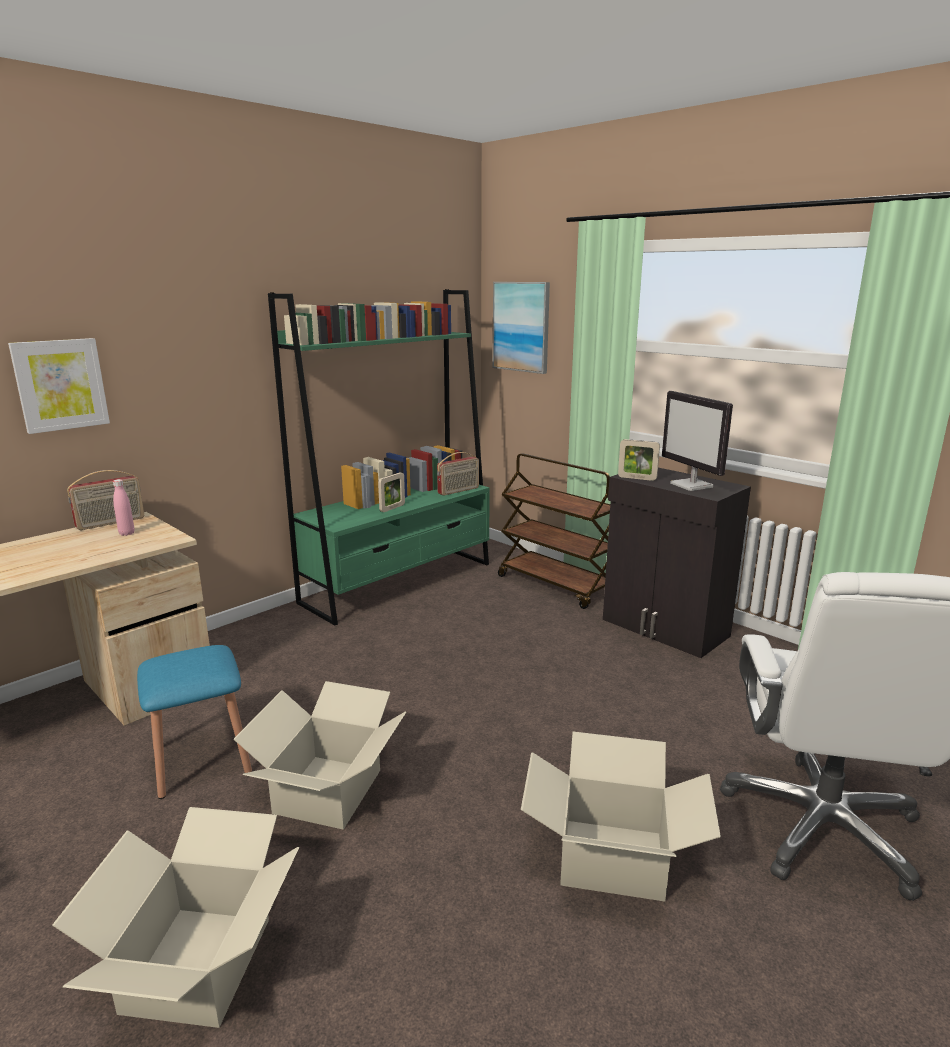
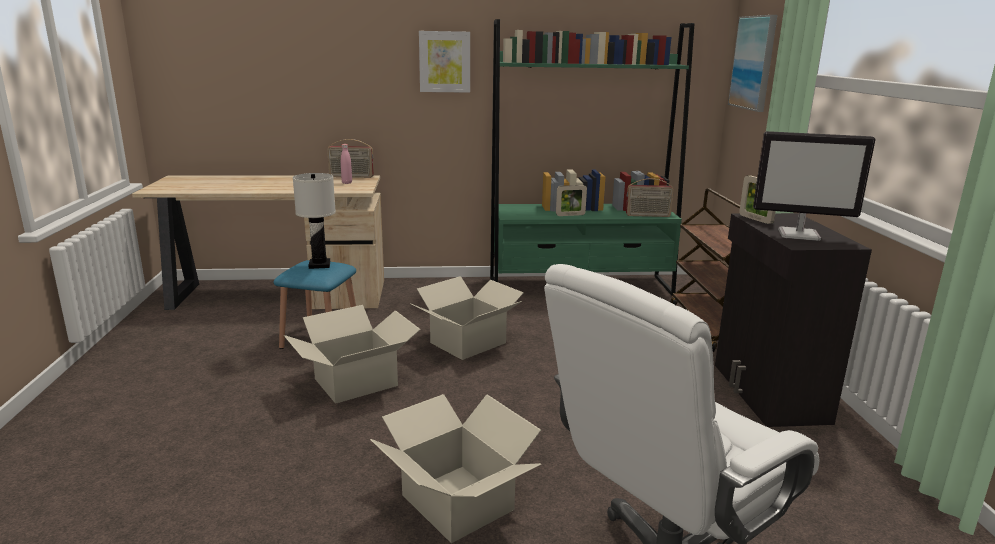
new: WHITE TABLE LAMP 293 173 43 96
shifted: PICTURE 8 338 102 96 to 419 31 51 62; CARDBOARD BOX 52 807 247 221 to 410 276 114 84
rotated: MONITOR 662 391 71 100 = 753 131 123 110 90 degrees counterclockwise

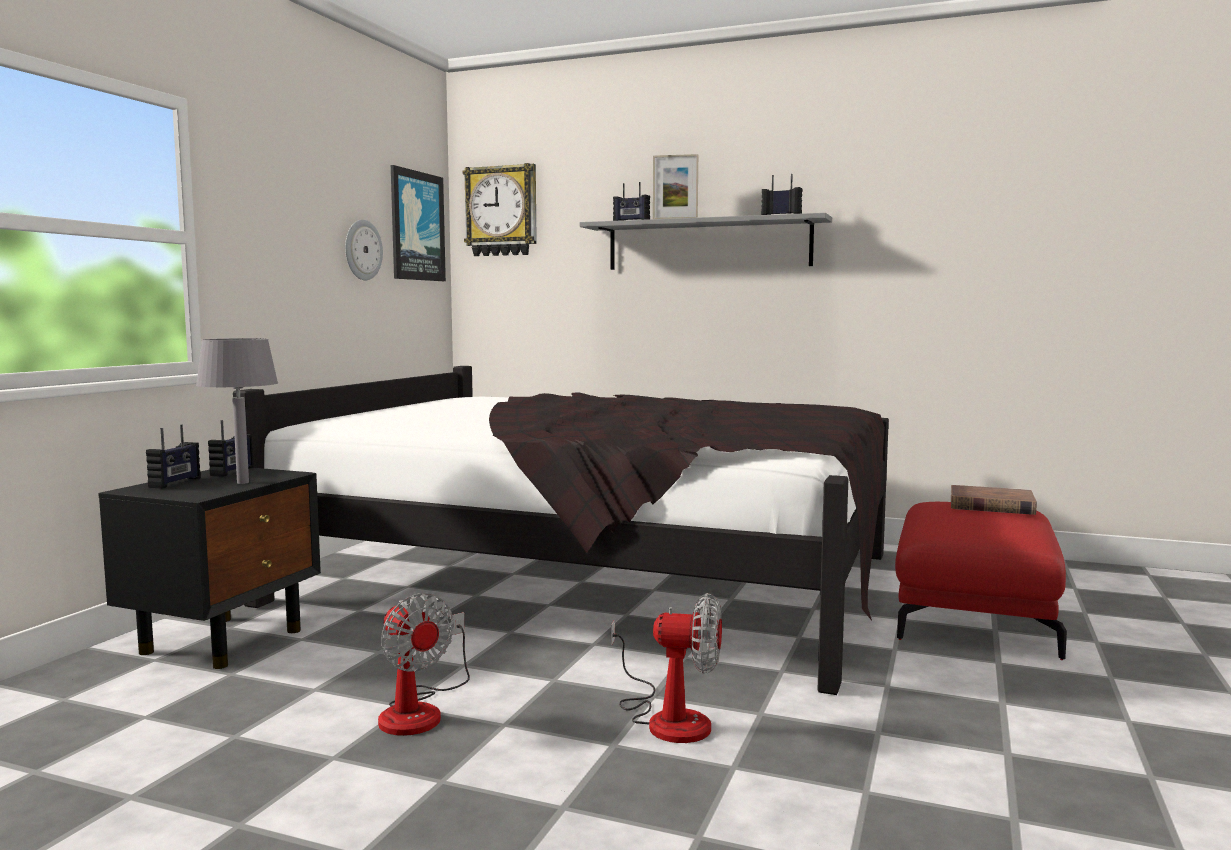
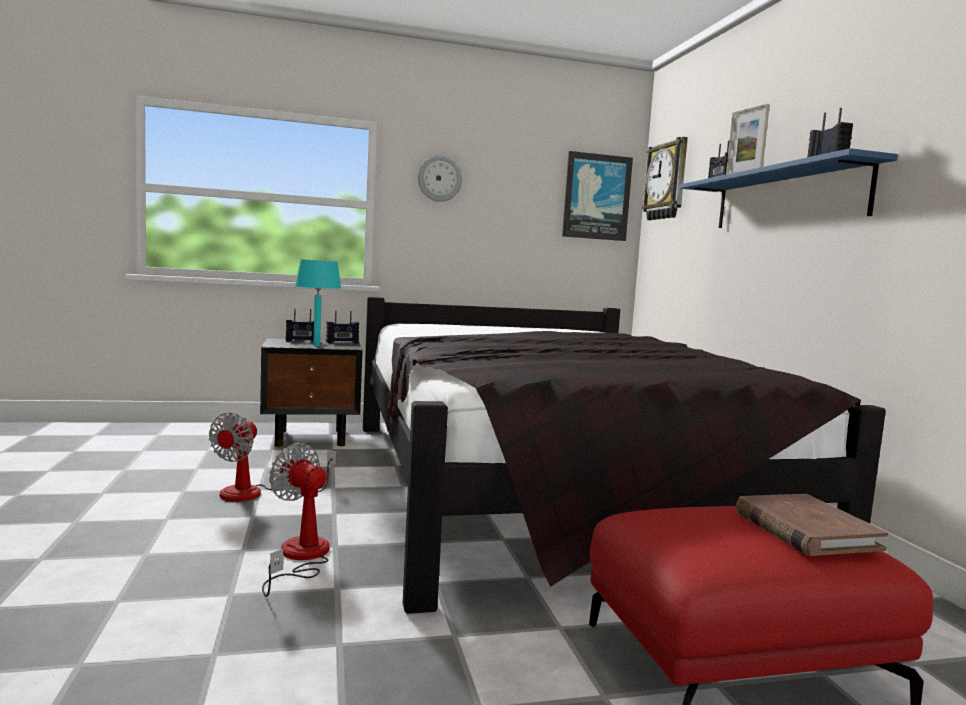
shifted: WALL CLOCK 345 220 38 60 to 418 156 44 46
repainted: GREY SHELF 580 213 252 57 to BLUE SHELF 680 148 218 80; GREY TABLE LAMP 196 338 82 146 to TURQUOISE TABLE LAMP 295 259 46 87
rotated: FAN 611 593 111 150 = 262 443 68 154 150 degrees clockwise

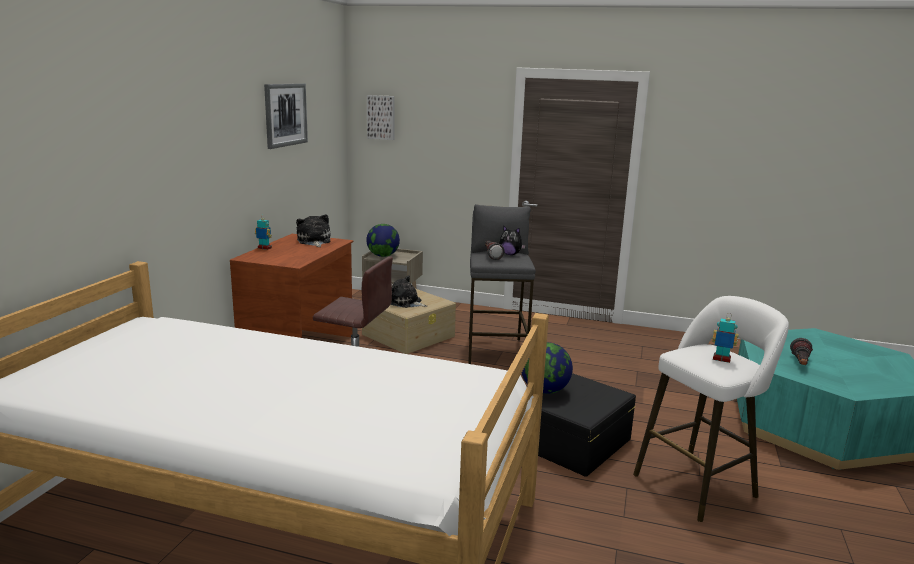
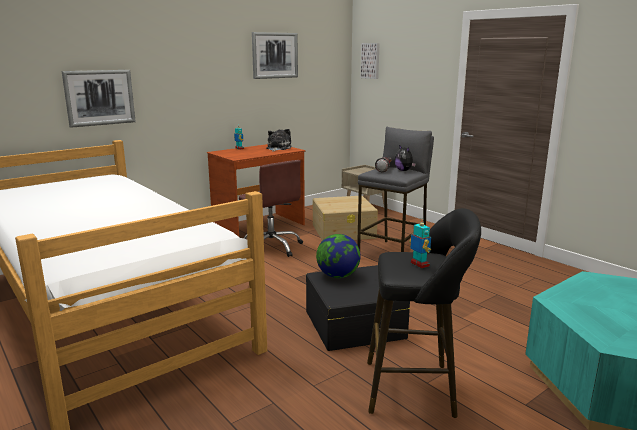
gone: GLOBE 366 224 34 33; PLUSH TOY 390 275 37 33; FLASHLIGHT 790 338 23 27
new: PICTURE 62 70 74 58
repainted: WHITE STOOL 633 296 156 226 to BLACK STOOL 367 208 114 210

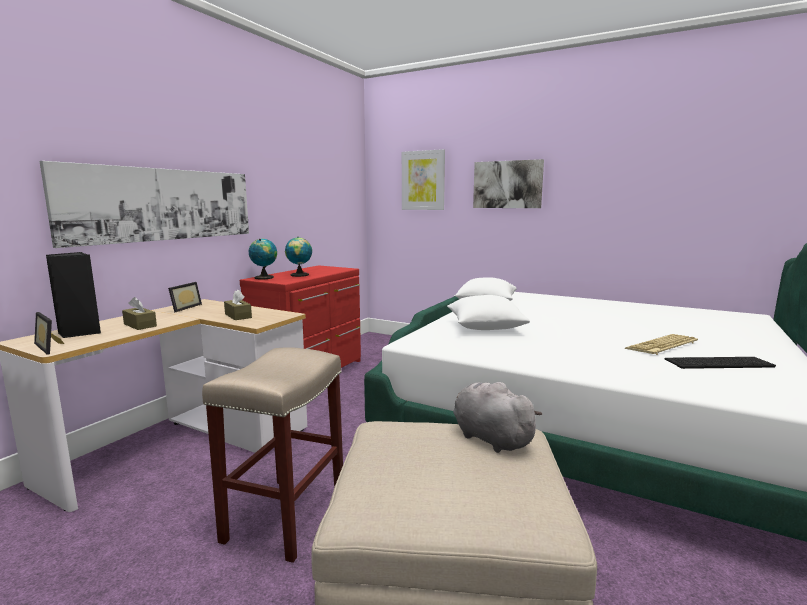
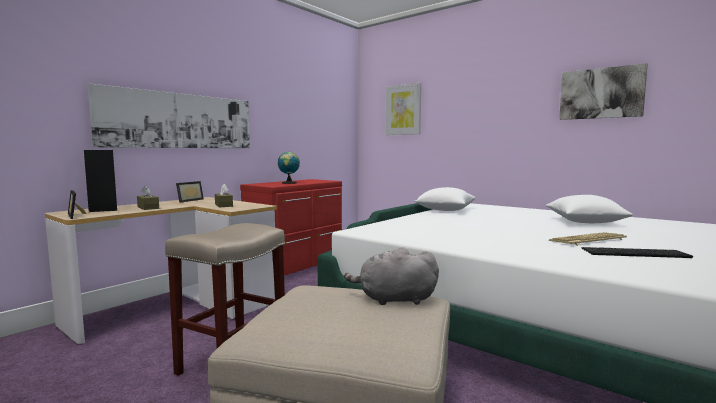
gone: GLOBE 249 239 28 41
shifted: PICTURE 473 159 71 49 to 559 63 89 57; WHITE PILLOW 447 295 83 35 to 546 195 87 28
rotated: GREY PLUSH TOY 453 382 89 71 = 344 247 95 58 60 degrees counterclockwise

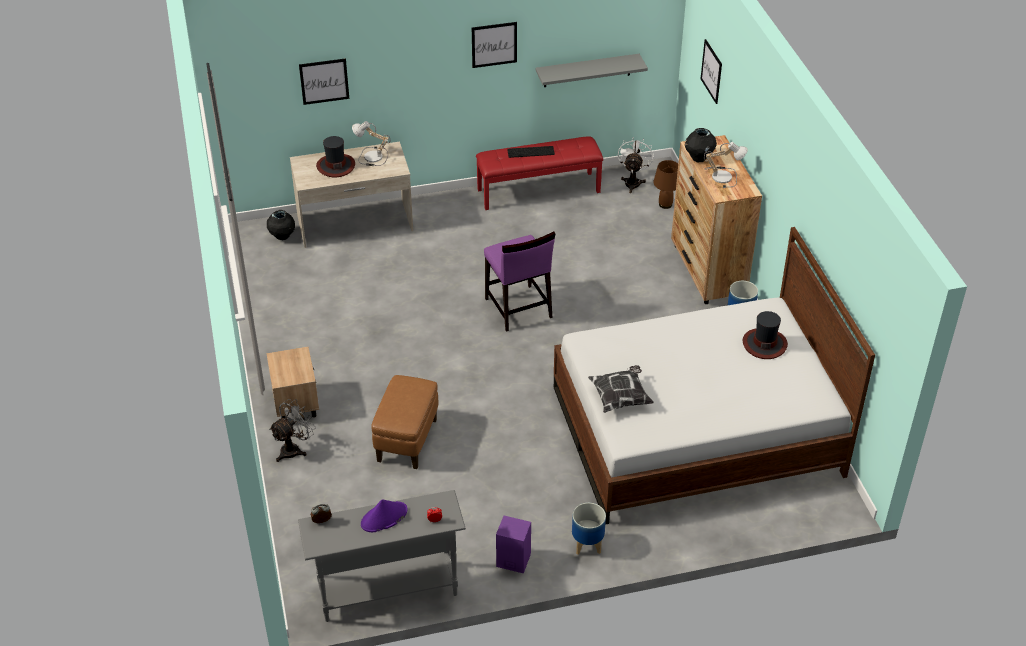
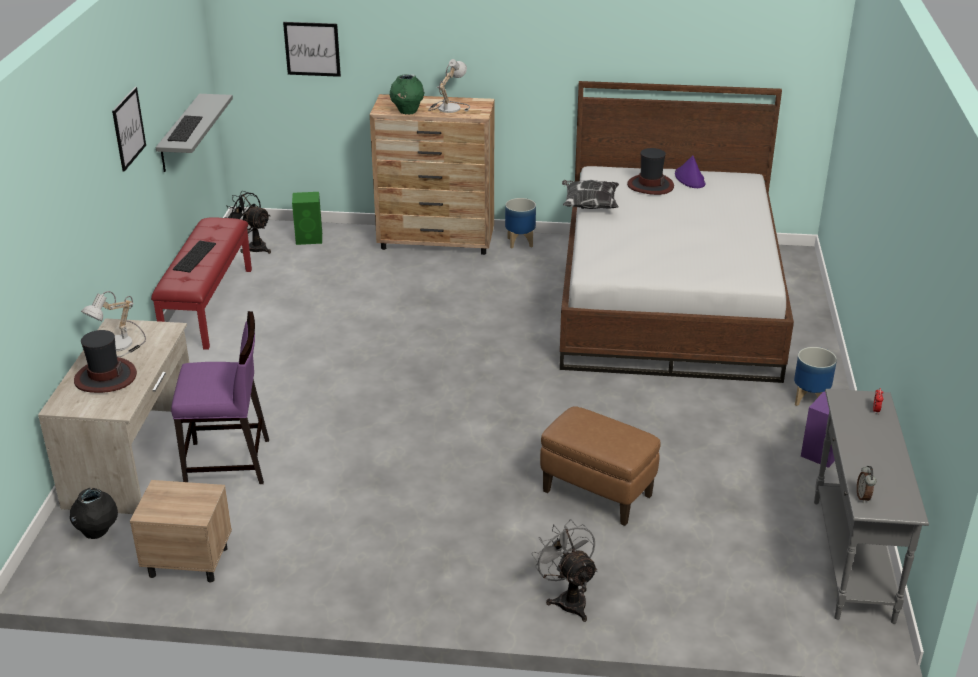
gone: PICTURE 299 58 50 47
new: KEYBOARD 167 116 36 26
shifted: PURPLE CHAIR 484 232 71 100 to 171 311 98 173; BEIGE NIGHTSTAND 266 347 53 71 to 130 480 102 102; PILLOW 588 365 66 48 to 562 180 57 29; PURPLE HAT 361 499 47 33 to 675 156 31 32
swapped: BROWN TABLE LAMP 653 160 25 49 to GREEN SPEAKER 292 192 30 53
repainted: BLACK VASE 685 128 32 34 to GREEN VASE 390 74 34 40; WHITE FAN 618 137 36 56 to BLACK FAN 225 191 46 63

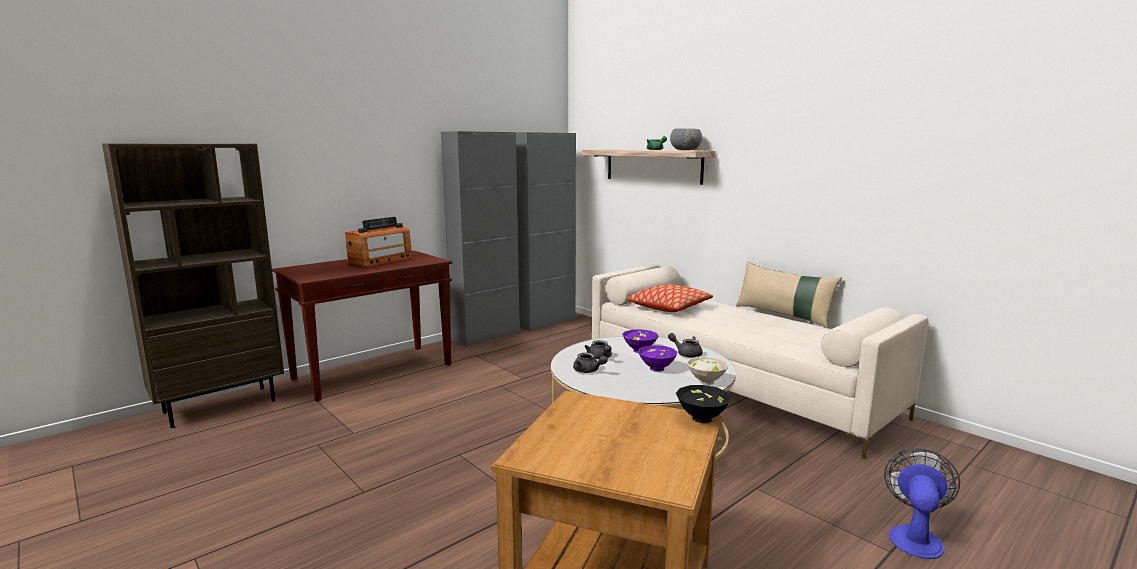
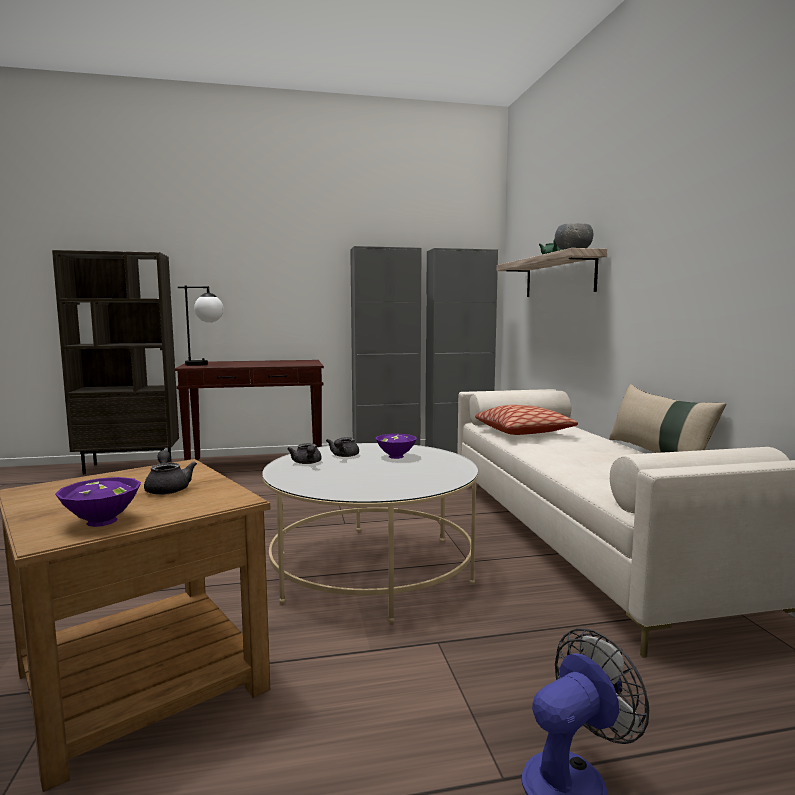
gone: RADIO 345 217 67 51; WHITE BOWL 686 357 43 28; BLACK BOWL 676 385 56 38
new: TABLE LAMP 178 286 46 80
shifted: GREY TEAPOT 668 333 34 25 to 144 450 53 45; PURPLE BOWL 638 345 39 27 to 55 477 86 50

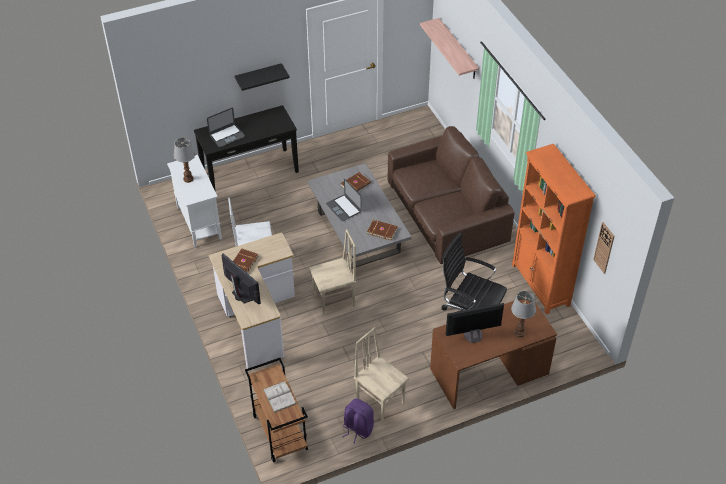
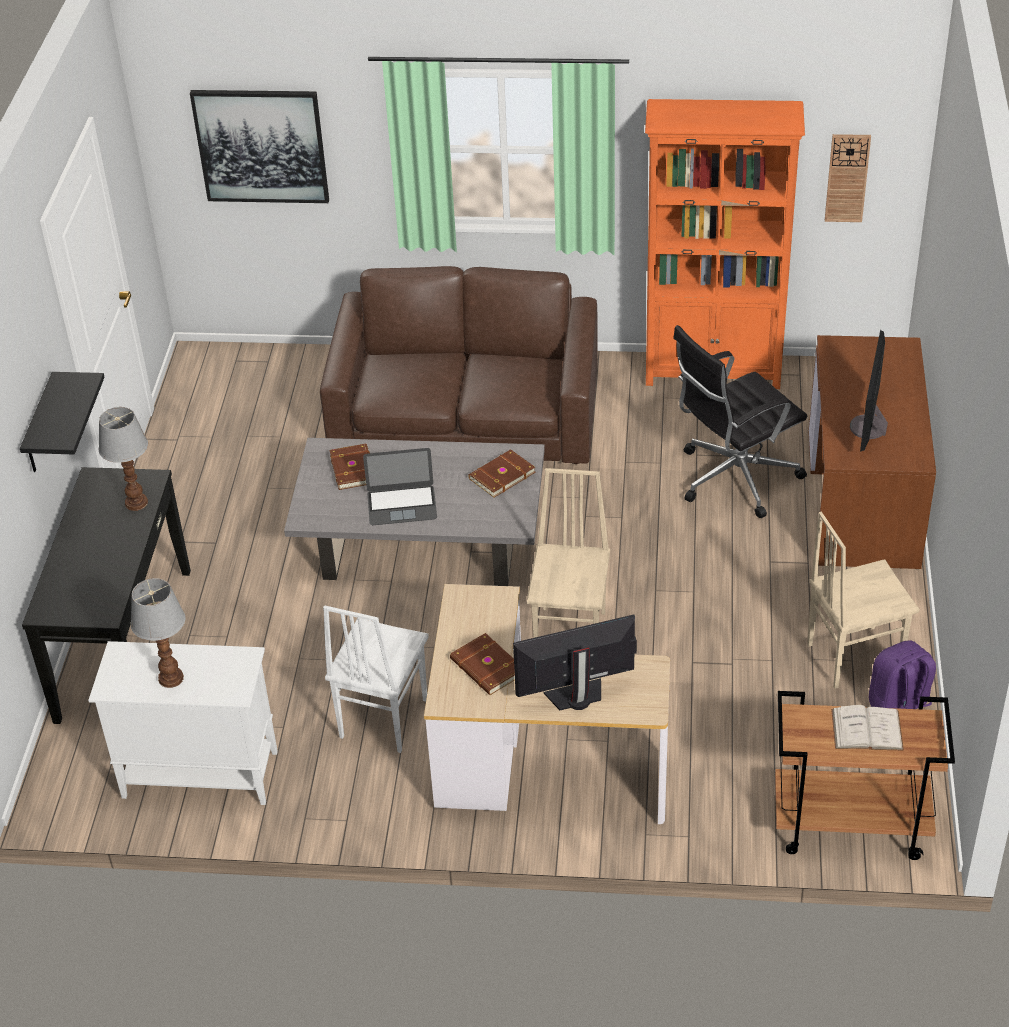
gone: LAPTOP 207 108 38 39
shifted: TABLE LAMP 511 291 25 47 to 99 407 49 104
swapped: SHELF 420 18 59 61 to PICTURE 190 90 139 113

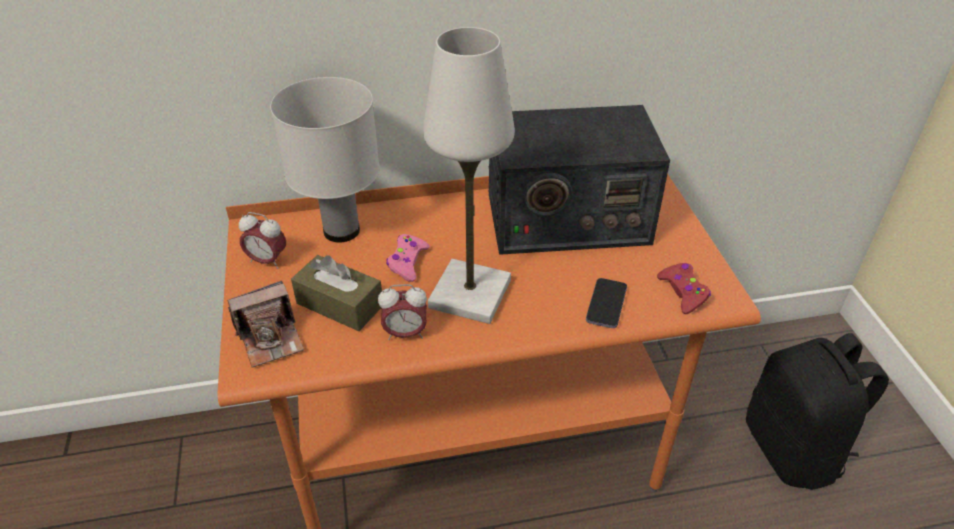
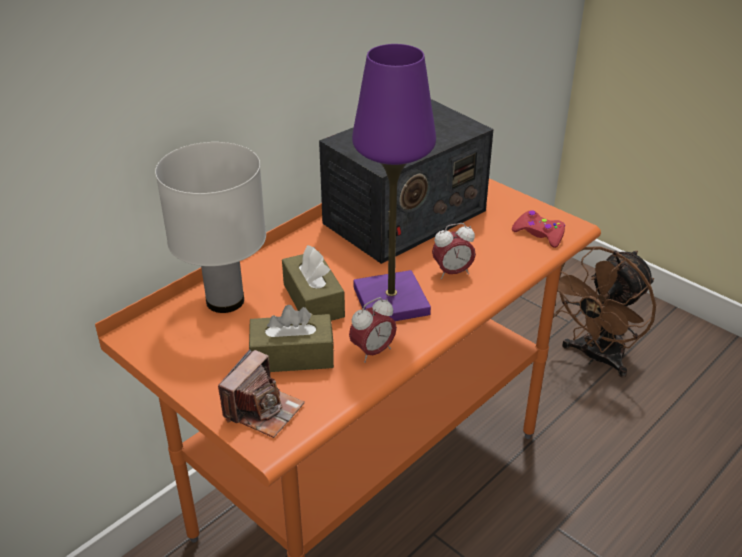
gone: PHONE 586 278 41 50
shifted: ALARM CLOCK 239 212 47 57 to 432 223 44 56
swapped: PINK GAME CONTROLLER 386 234 44 48 to BROWN TISSUE BOX 282 245 63 76; BLACK BACKPACK 746 333 143 157 to BROWN FAN 553 247 103 131
repainted: WHITE TABLE LAMP 423 27 92 297 to PURPLE TABLE LAMP 352 44 84 277

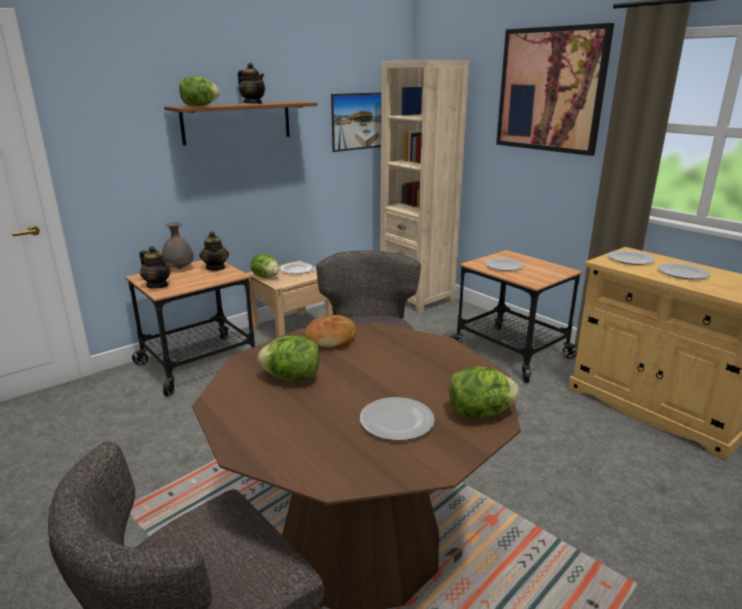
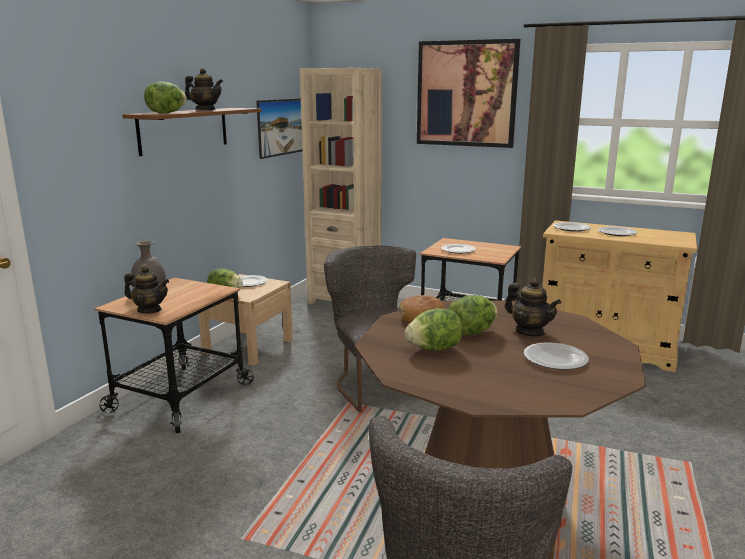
shifted: TEAPOT 199 231 30 40 to 505 278 56 58; LETTUCE 449 366 70 52 to 449 295 49 40

